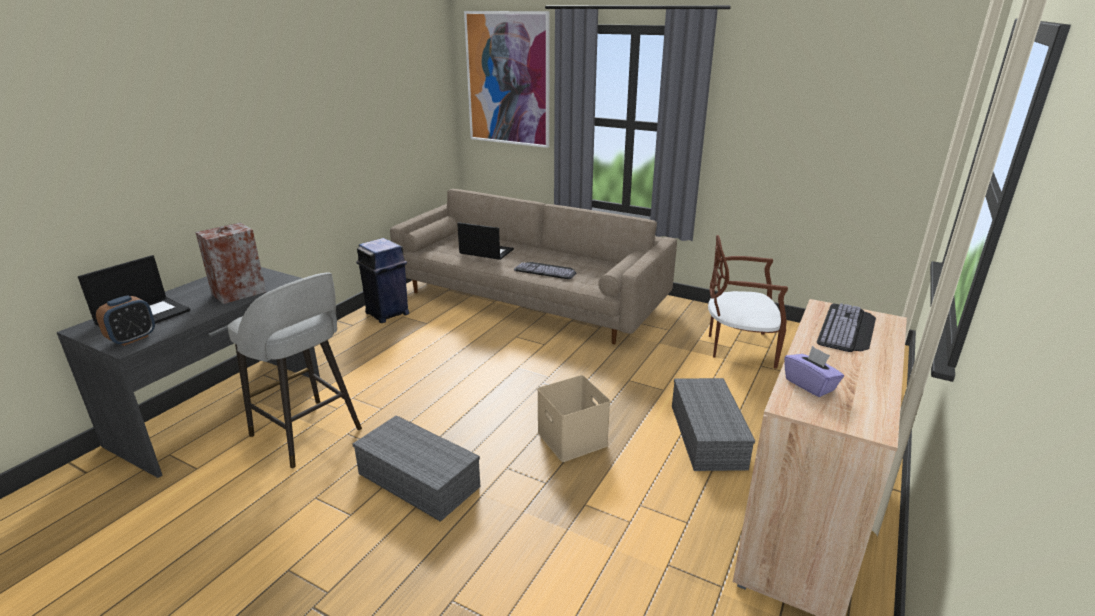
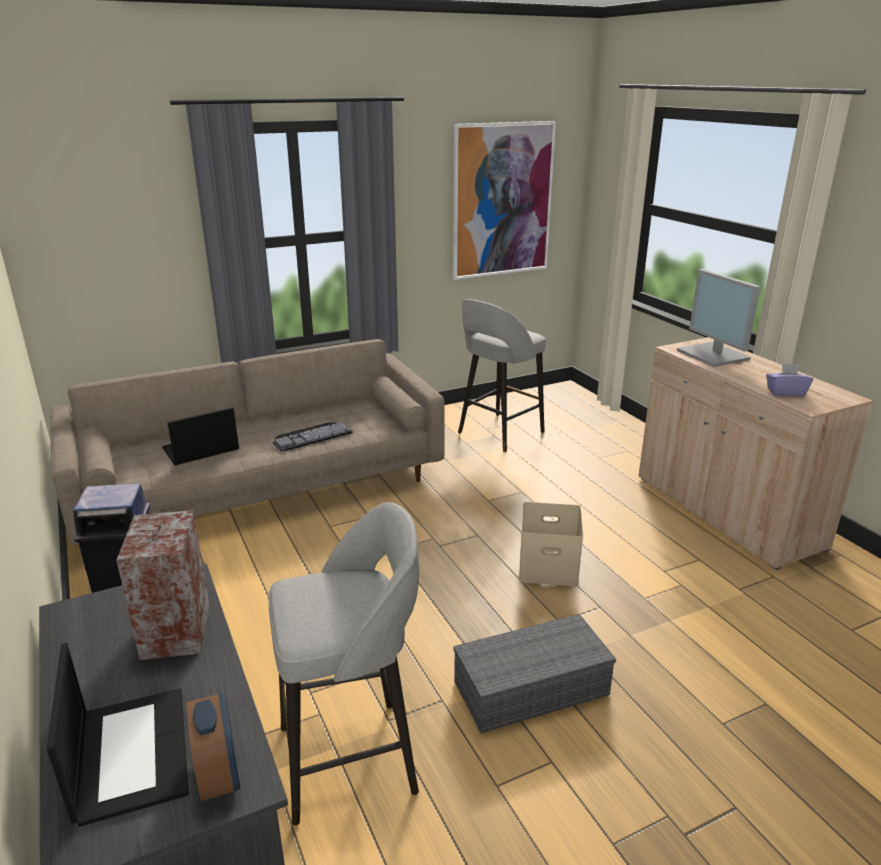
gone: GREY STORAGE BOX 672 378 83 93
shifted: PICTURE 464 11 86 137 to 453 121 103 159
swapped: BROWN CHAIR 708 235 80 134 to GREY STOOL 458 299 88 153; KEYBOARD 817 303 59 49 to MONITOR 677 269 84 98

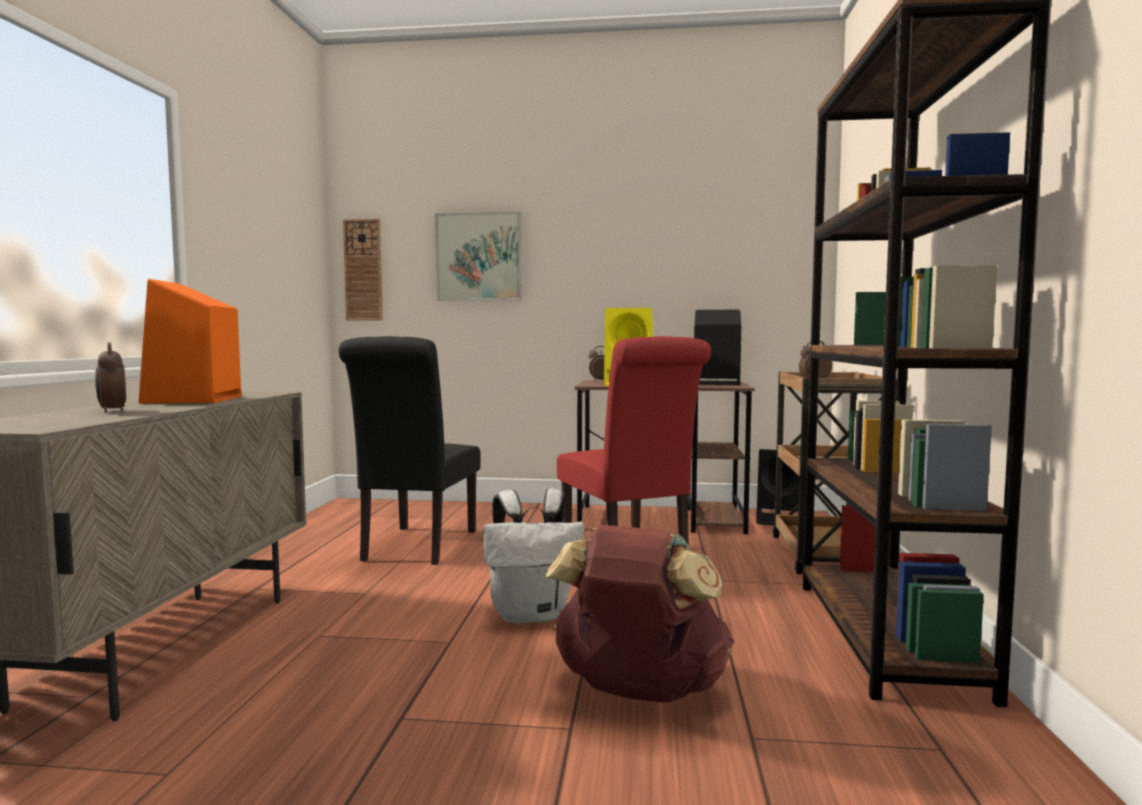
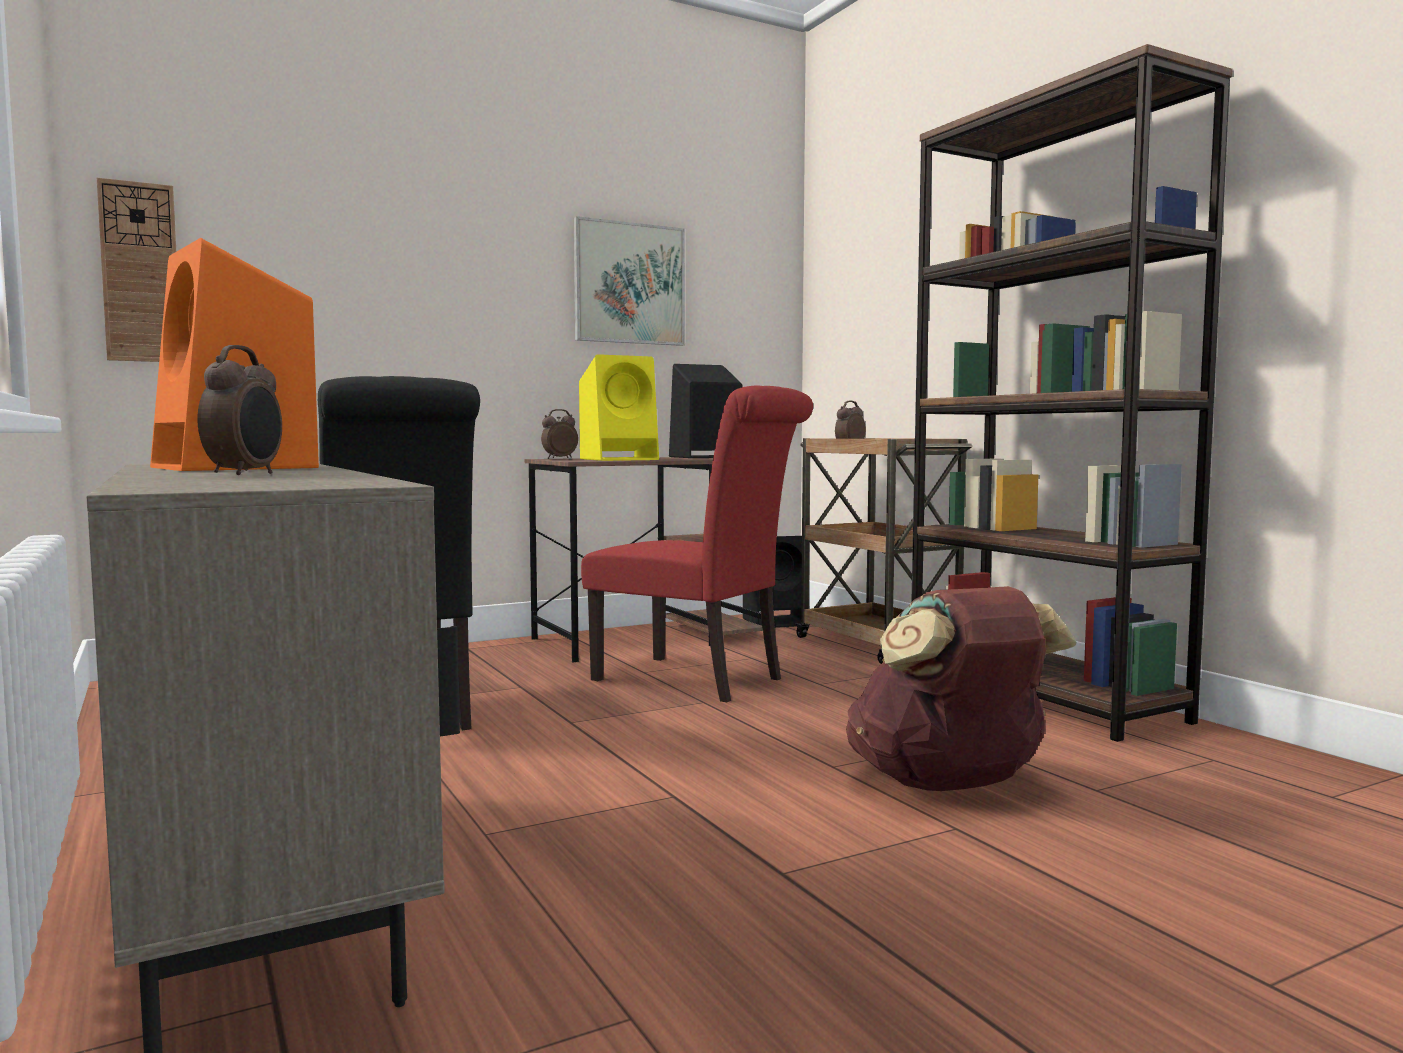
gone: WHITE BACKPACK 483 488 102 136
shifted: PICTURE 435 212 87 89 to 574 216 111 130
rotated: ALARM CLOCK 95 342 31 71 = 197 345 85 130 105 degrees counterclockwise

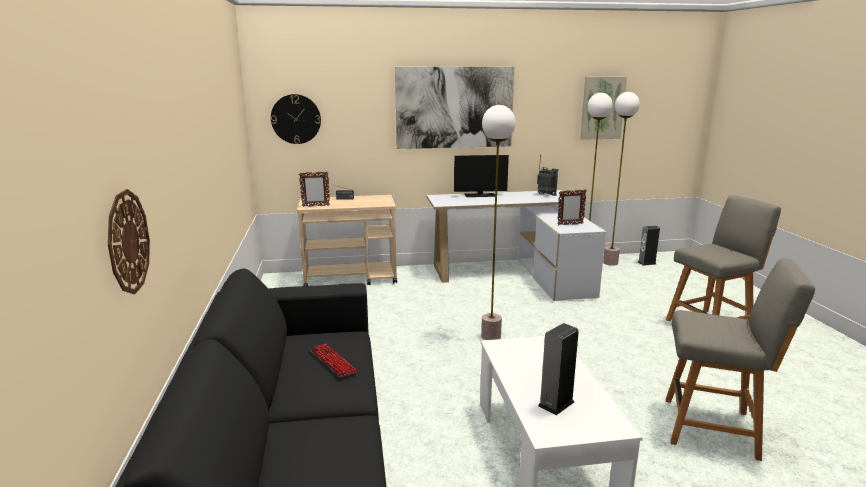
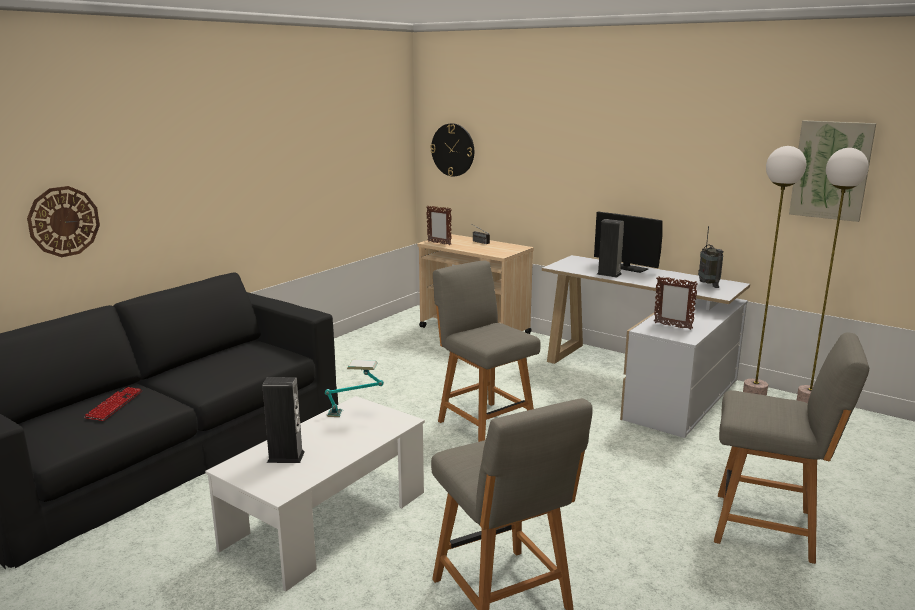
gone: PICTURE 395 67 119 82
new: TABLE LAMP 325 360 59 57
shifted: SPEAKER 638 226 22 40 to 597 219 27 59; KEYBOARD 309 344 49 33 to 84 387 59 34
swapped: FLOOR LAMP 481 105 35 235 to GREY CHAIR 433 261 108 181

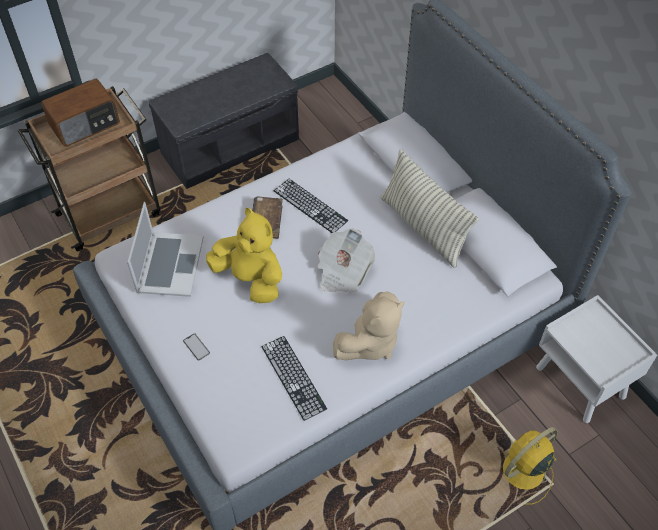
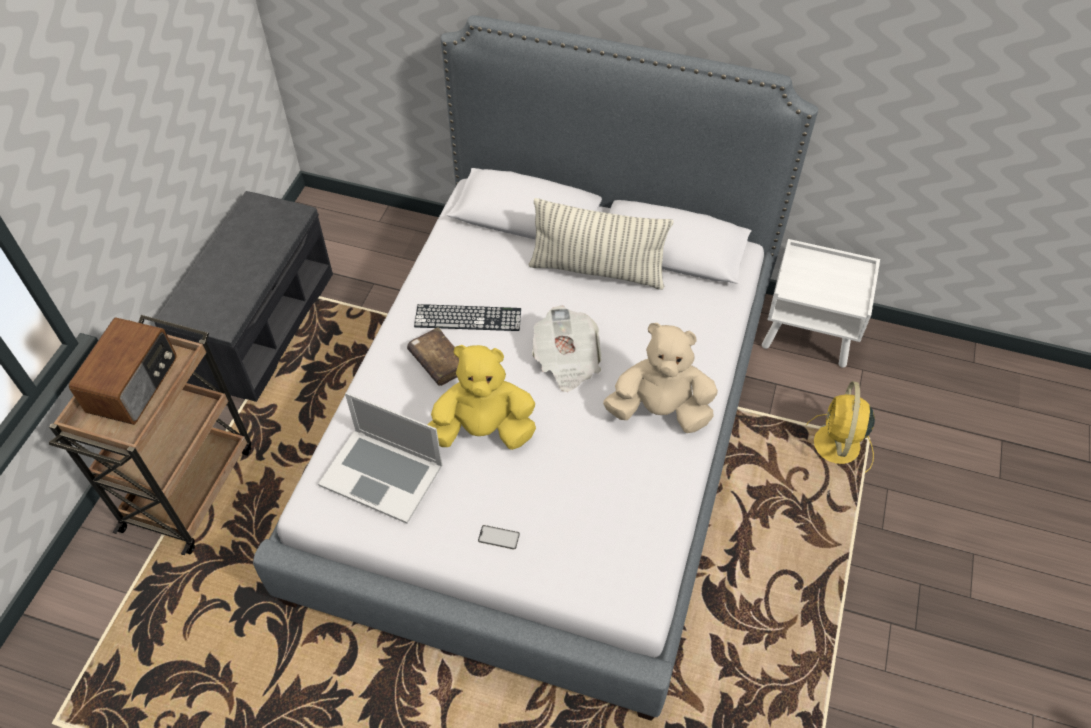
gone: KEYBOARD 261 336 66 85
rotated: LAPTOP 127 202 77 95 = 318 393 124 131 150 degrees clockwise; BEIGE PLUSH TOY 333 291 71 69 = 603 323 115 110 90 degrees counterclockwise

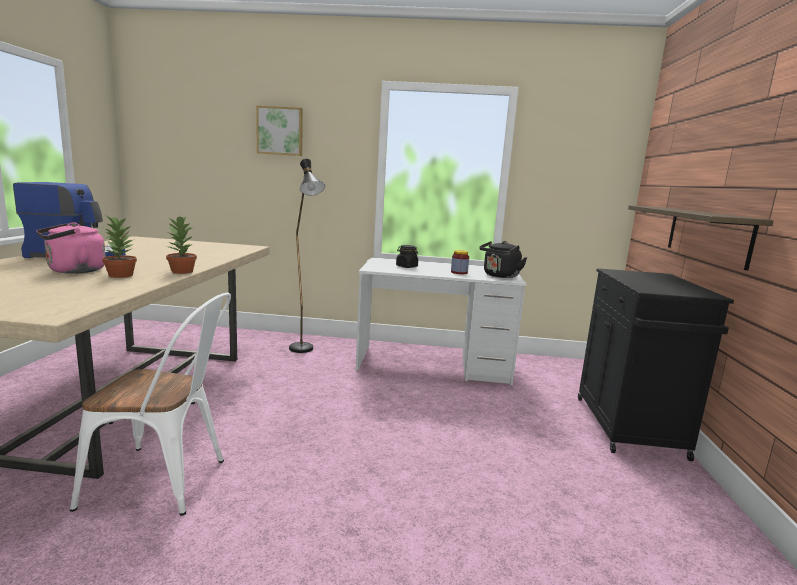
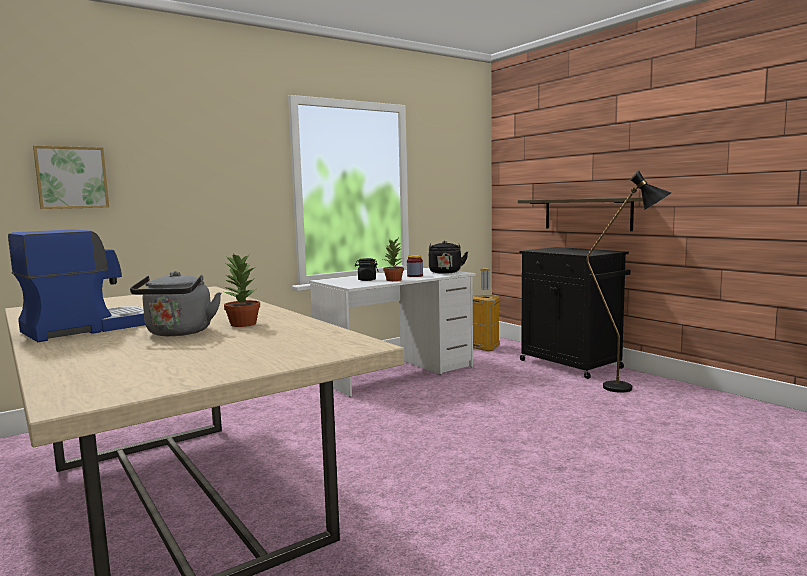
gone: WHITE CHAIR 70 293 161 223
new: TRASH CAN 473 268 27 83
shifted: PICTURE 256 105 47 51 to 33 146 76 63; BLACK FLOOR LAMP 289 159 36 194 to 587 170 84 223; POTTED PLANT 166 216 31 58 to 383 239 21 42
repainted: PINK KETTLE 36 222 70 52 to GREY KETTLE 130 271 92 65

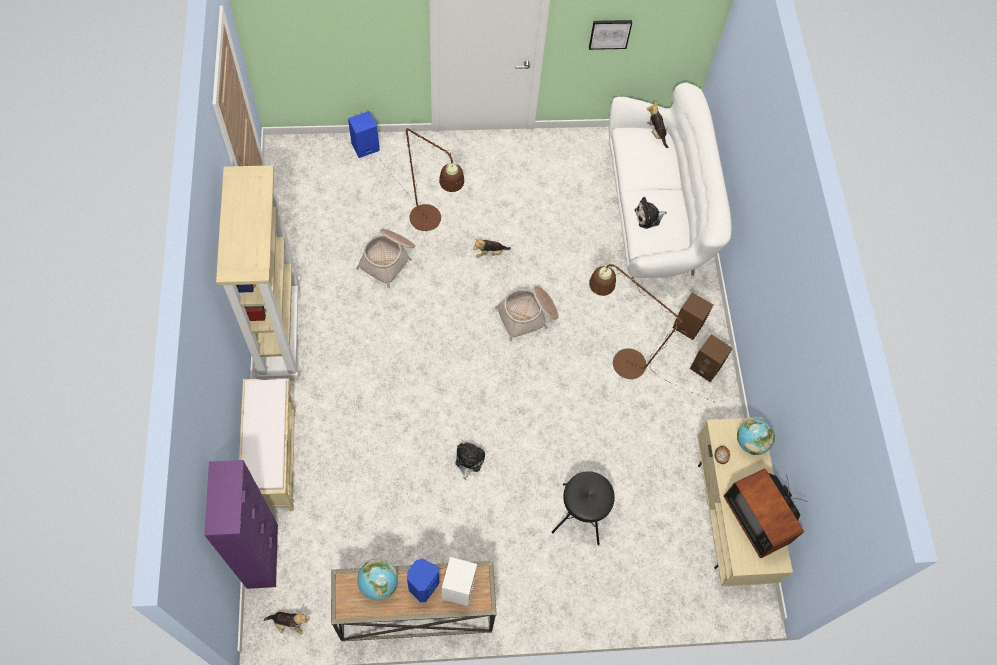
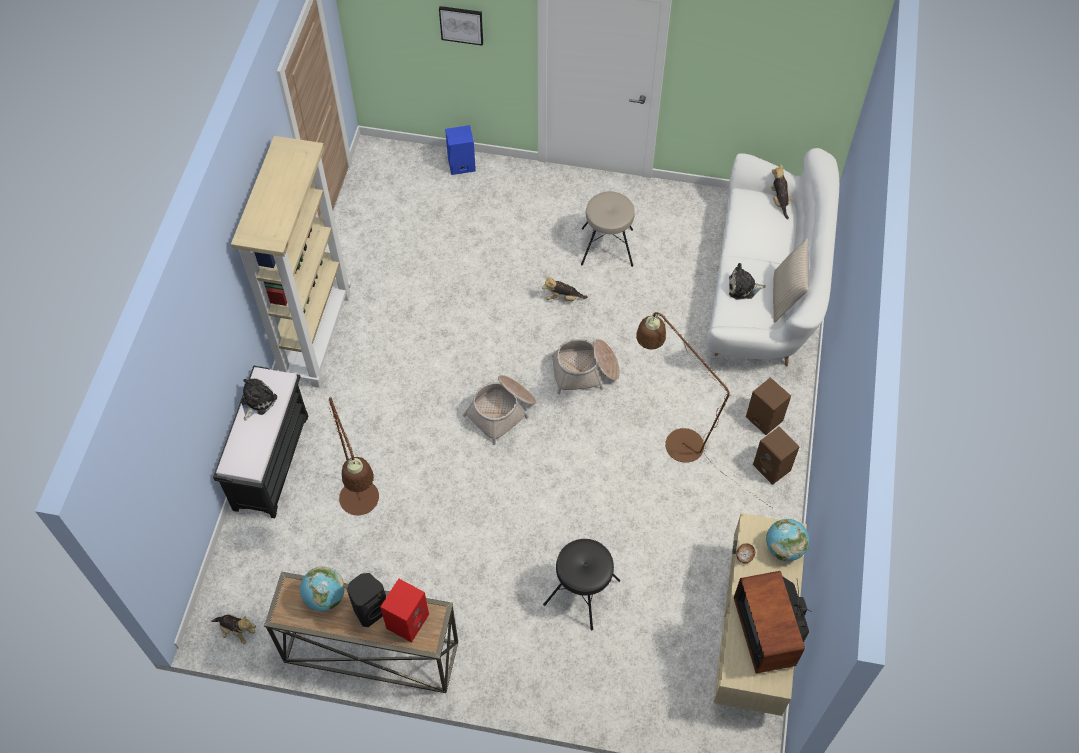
gone: PURPLE CABINET 204 460 74 129
new: BEIGE STOOL 581 191 54 76; BEIGE PILLOW 773 238 36 84
shifted: PICTURE 589 20 43 30 to 439 6 44 40; BROWN FLOOR LAMP 379 128 85 103 to 329 397 50 118; BASKET 356 229 59 59 to 463 375 73 70; PLUSH TOY 455 442 30 38 to 241 378 36 43
repainted: BEIGE BENCH 239 379 57 132 to BLACK BENCH 213 366 95 152; WHITE SPEAKER 442 557 35 49 to RED SPEAKER 380 579 49 63; BLUE SPEAKER 407 558 32 45 to BLACK SPEAKER 347 573 39 54

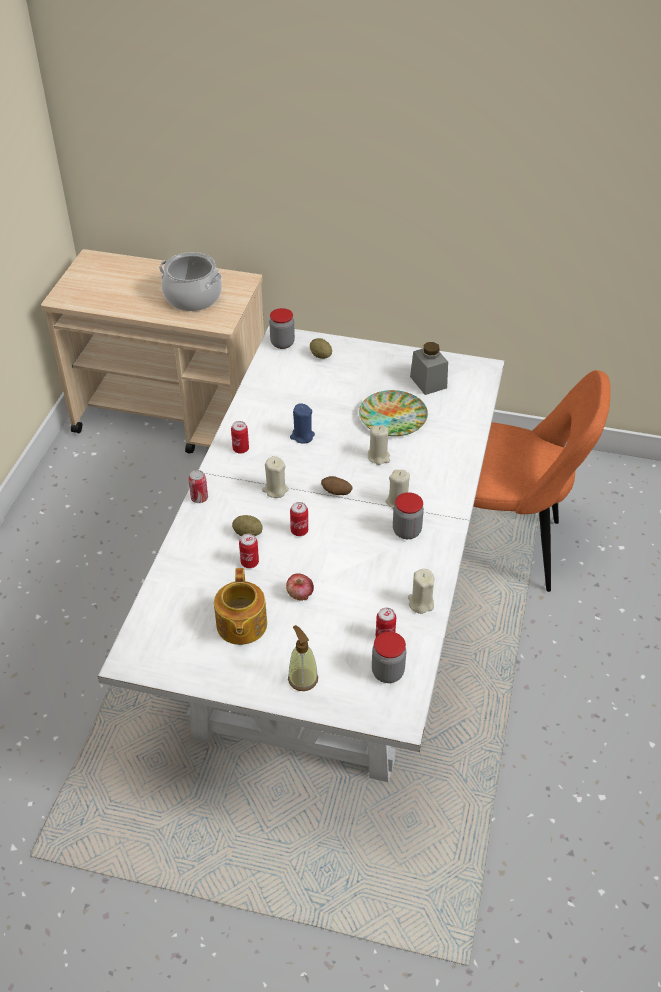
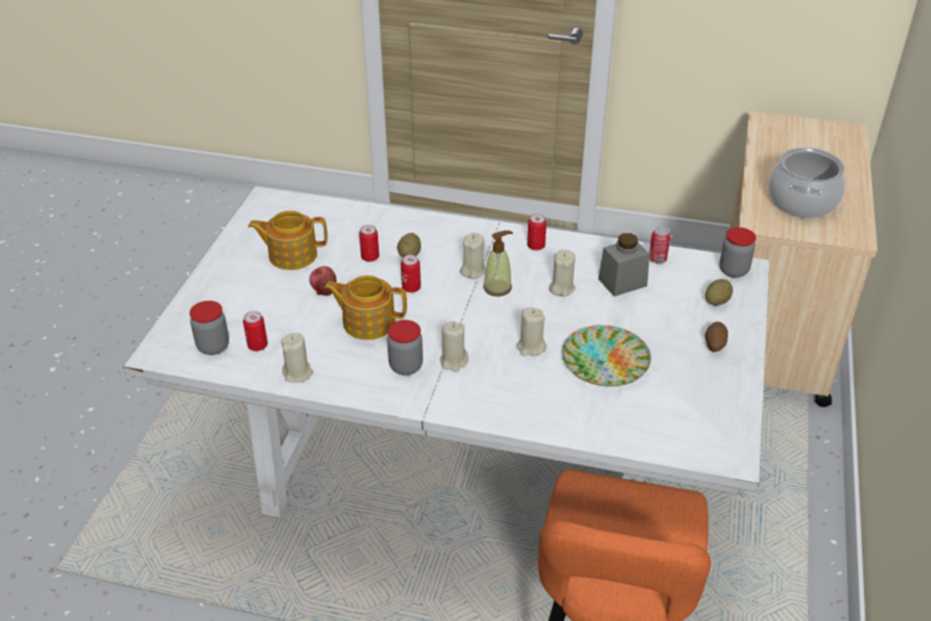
new: TEAPOT 324 275 83 65
shifted: GREY JAR 410 342 38 53 to 598 233 52 63; CAN 188 470 20 33 to 649 227 22 36; POTATO 321 476 31 19 to 705 322 23 30; SOAP DISPENSER 288 625 30 66 to 483 230 30 66
repainted: BLUE CANDLE 290 403 25 41 to BEIGE CANDLE 549 250 26 47

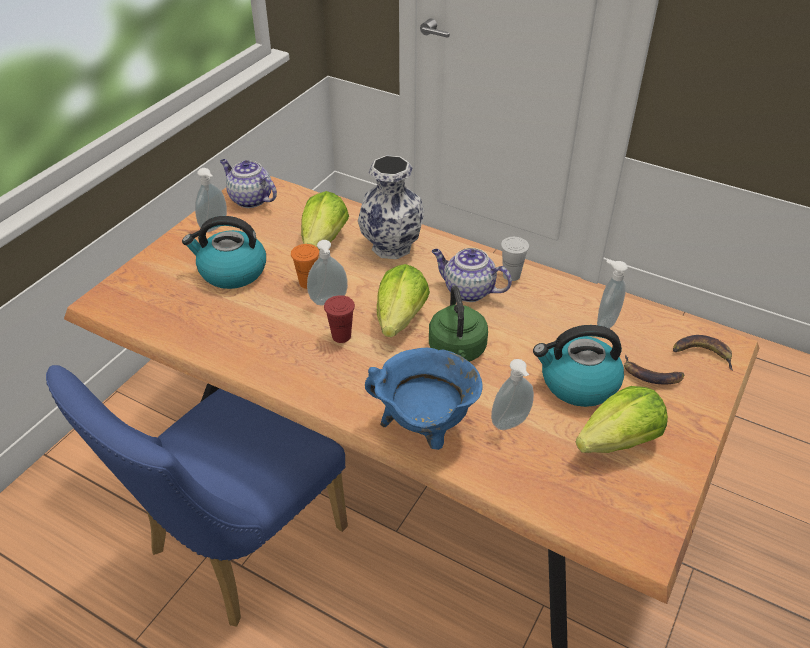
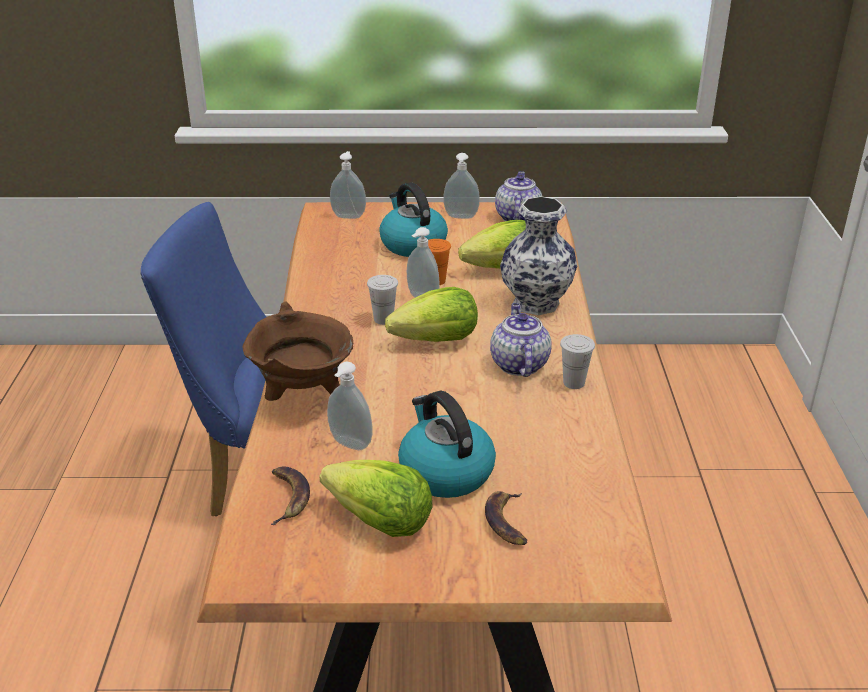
gone: GREEN KETTLE 429 285 59 77
shifted: SOAP DISPENSER 597 260 31 69 to 330 151 36 68; BANANA 673 335 60 35 to 271 467 39 58
repainted: RED CUP 324 295 31 48 to WHITE CUP 367 275 31 50; BLUE COOKING POT 365 348 118 102 to BROWN COOKING POT 243 301 110 100

